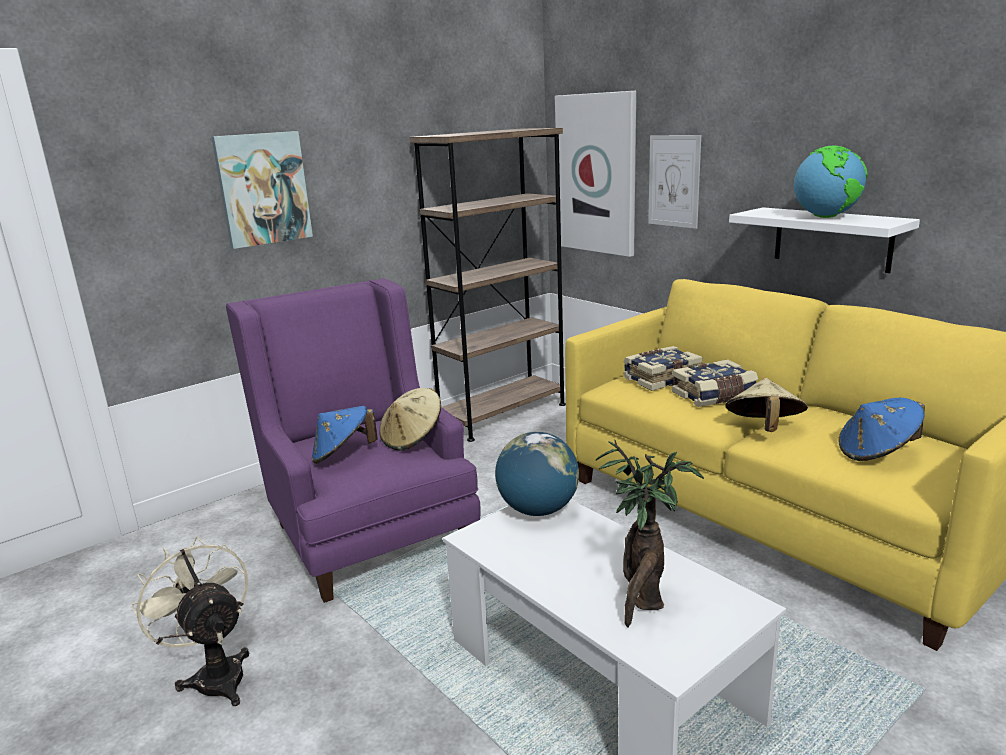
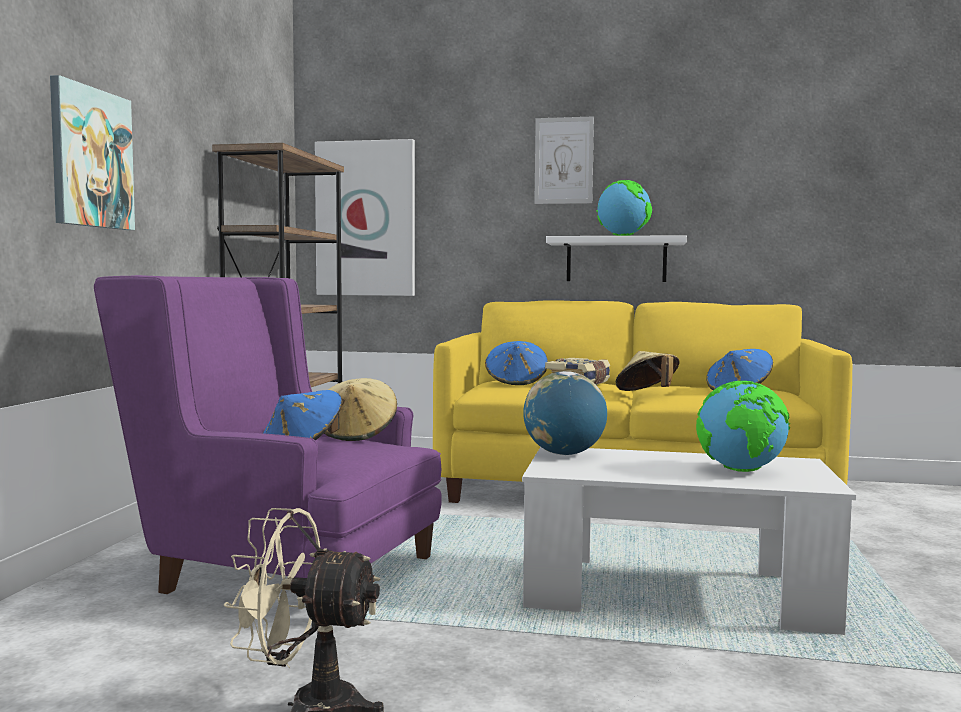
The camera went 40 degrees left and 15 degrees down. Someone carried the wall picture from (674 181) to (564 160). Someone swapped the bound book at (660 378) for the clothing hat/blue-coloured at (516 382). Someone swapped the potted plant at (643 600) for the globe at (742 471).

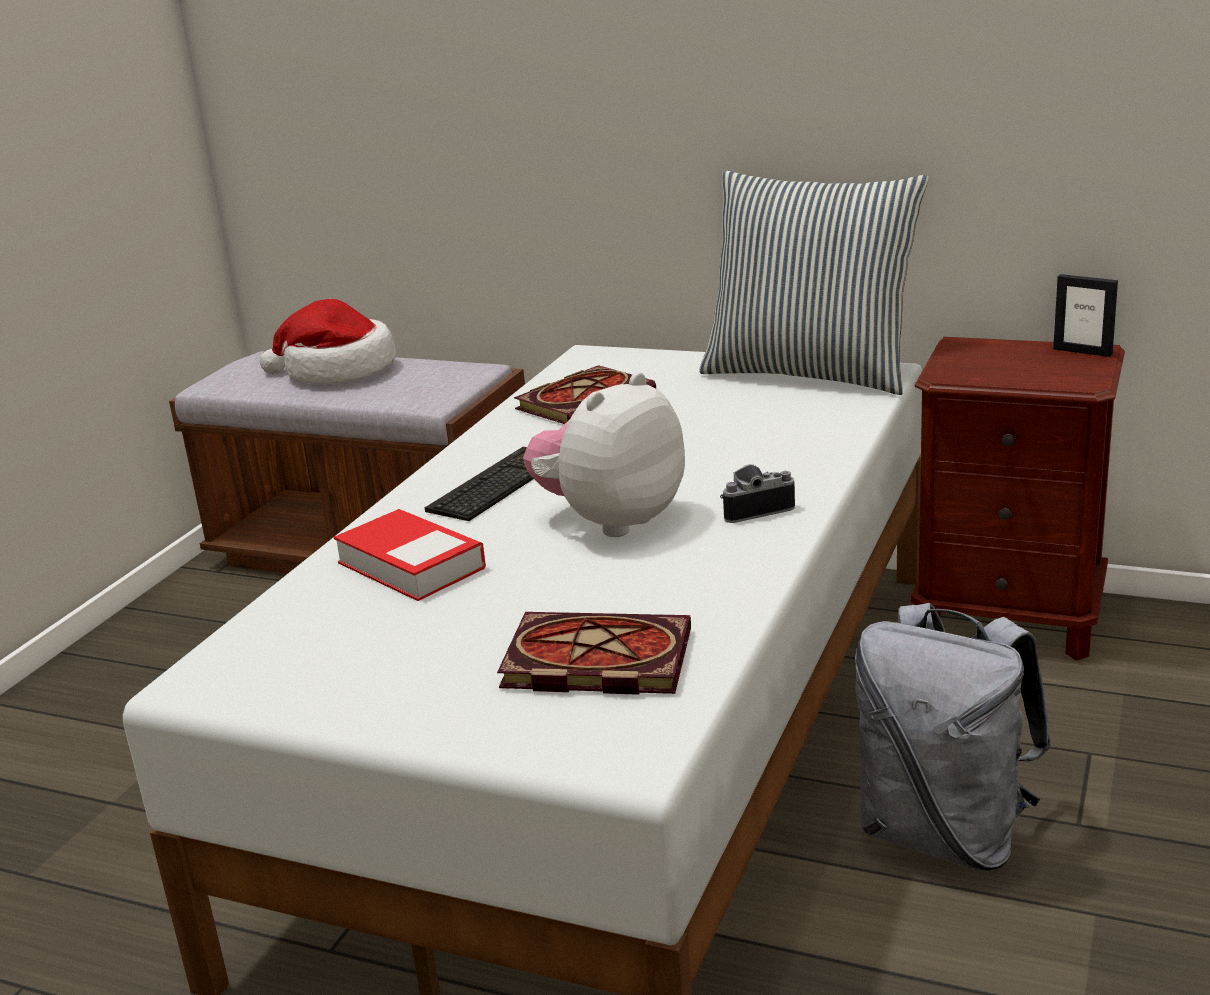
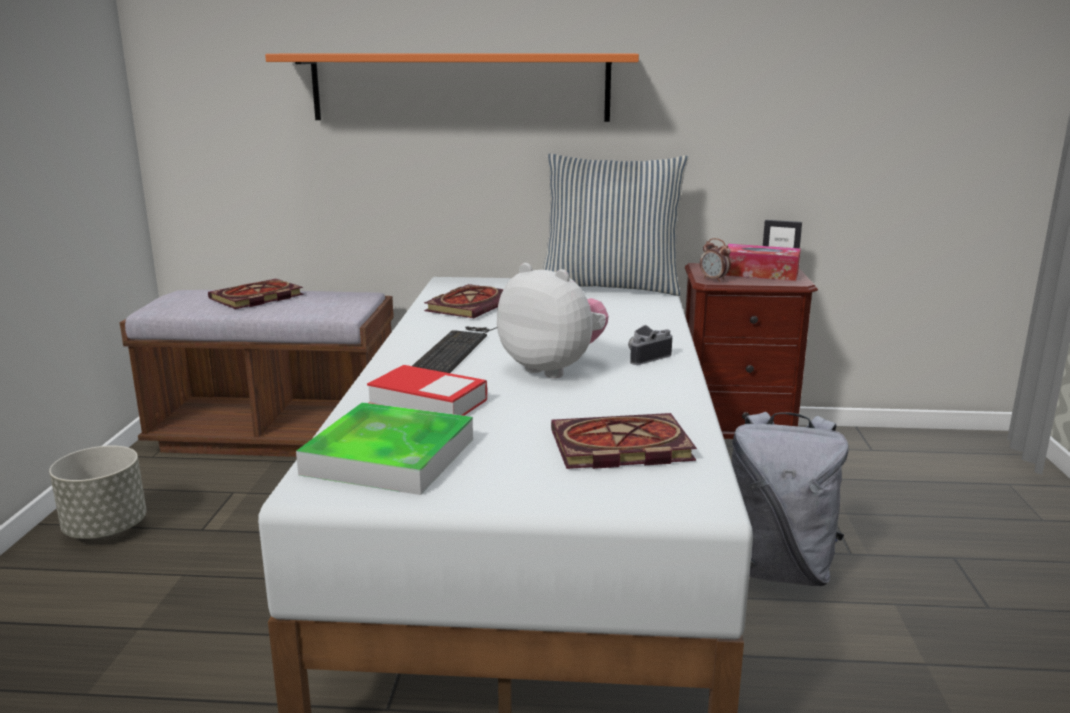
The camera went 20 degrees left and 5 degrees down. Someone swapped the clothing hat at (337 371) for the bound book at (255 298). Someone rotated the soft toy at (611 521) by 105 degrees clockwise. Someone put up the wall shelf/orange at (460 87). Someone put down the alarm clock at (714 280). Someone put down the tissue holder at (760 273). Someone put down the serving tray at (389 456). Someone put down the plant pot/gray at (106 529).

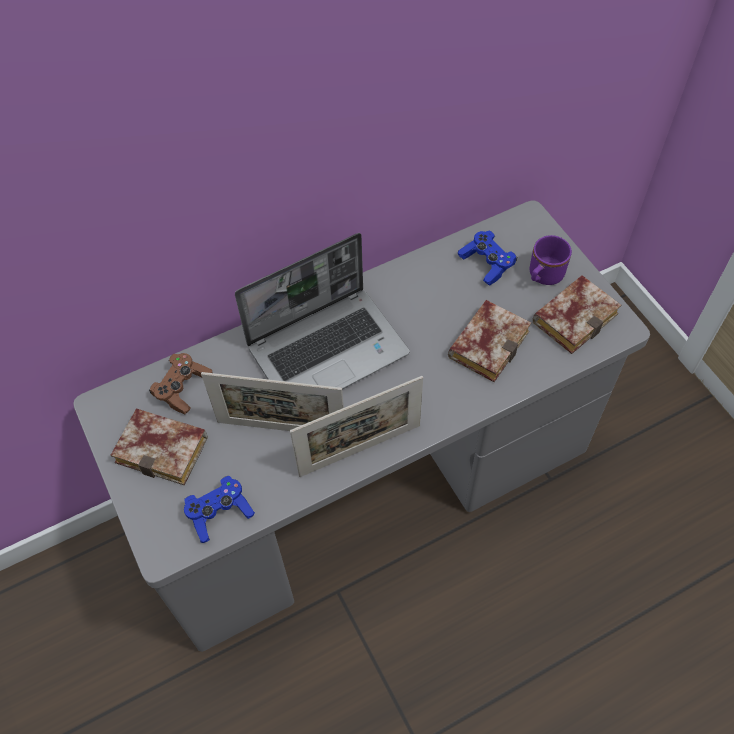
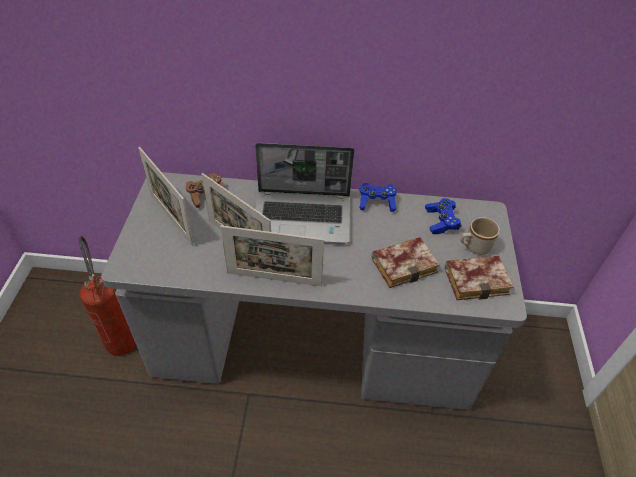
The camera went 30 degrees right and 10 degrees down. Someone repainted the tea mug/purplish at (543 276), which became the tea mug/beige-coloured at (473 247). Someone swapped the bound book at (166 449) for the photo frame at (171 219). Someone carried the game controller/blue-coloured from (219 513) to (376 202). Someone put down the fire extinguisher at (120 337).

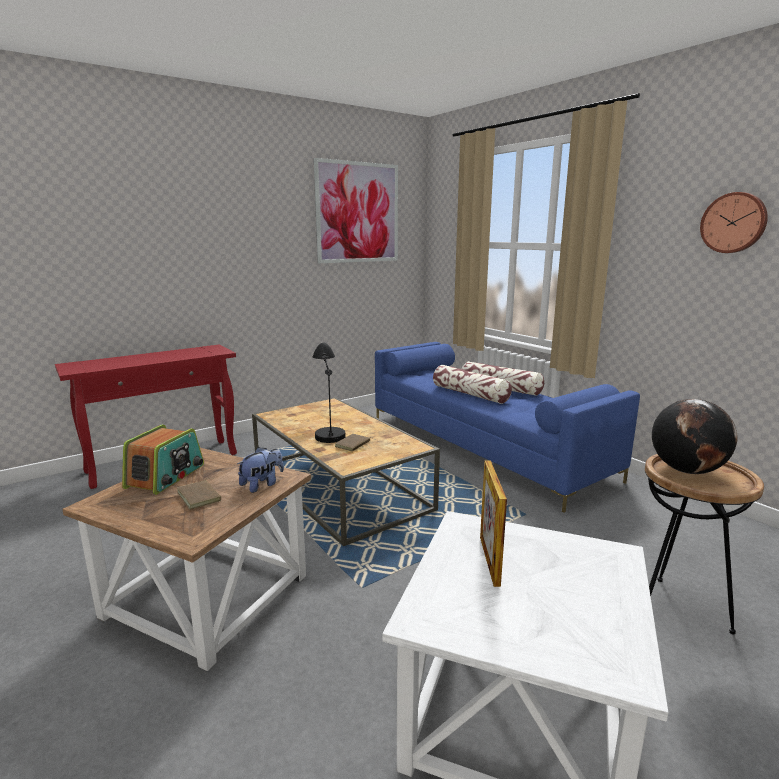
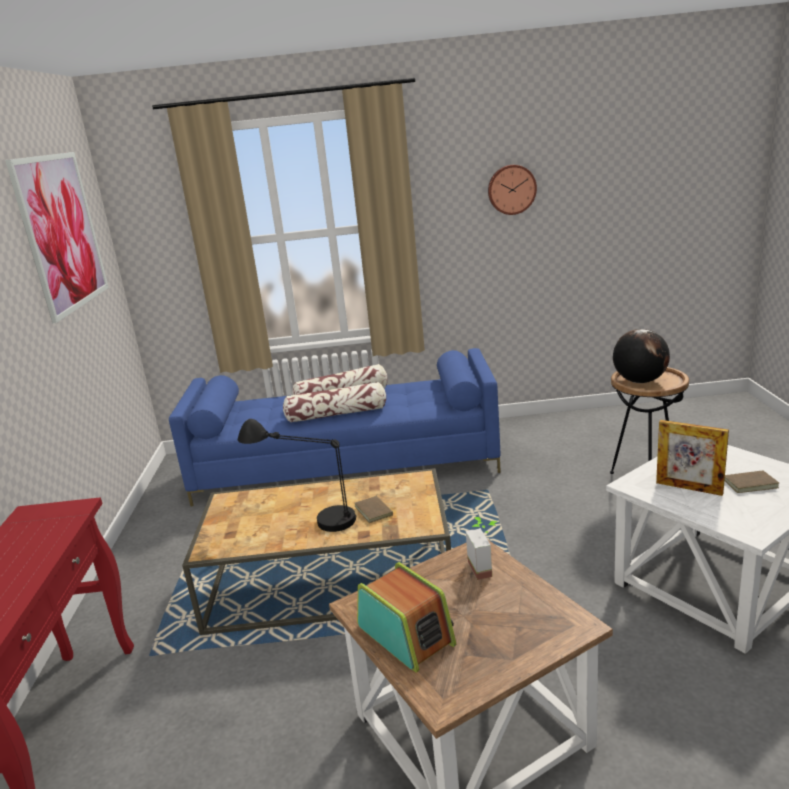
The camera went 55 degrees left and 5 degrees up. Someone swapped the soft toy at (262 484) for the potted plant at (486 567). Someone carried the bound book/brown-coloured from (201 496) to (749 483).

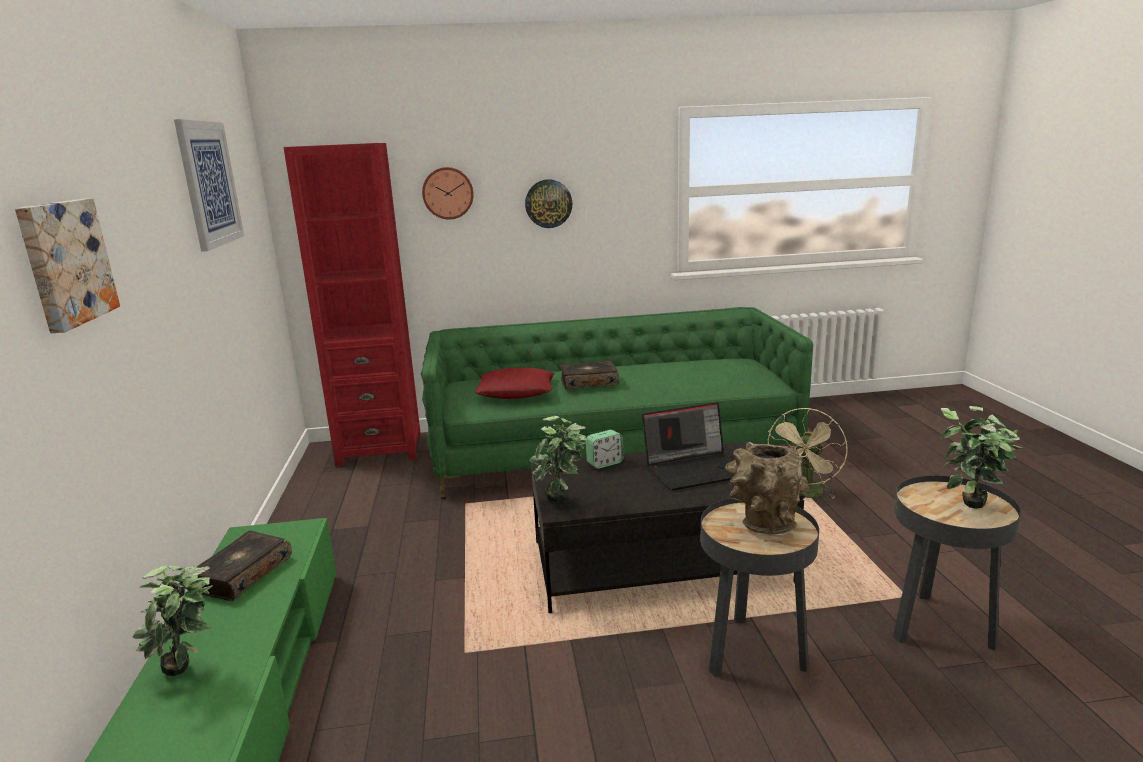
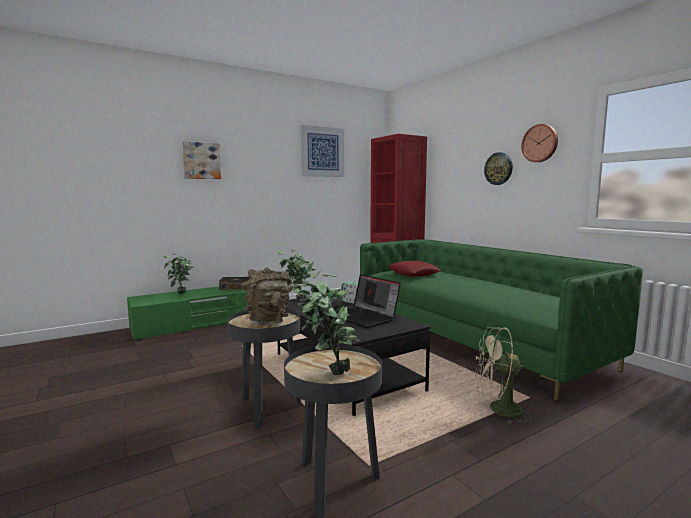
The camera went 65 degrees right and 10 degrees down. Someone carried the clock on the wall from (448 193) to (540 143). Someone took away the bound book at (589 382).

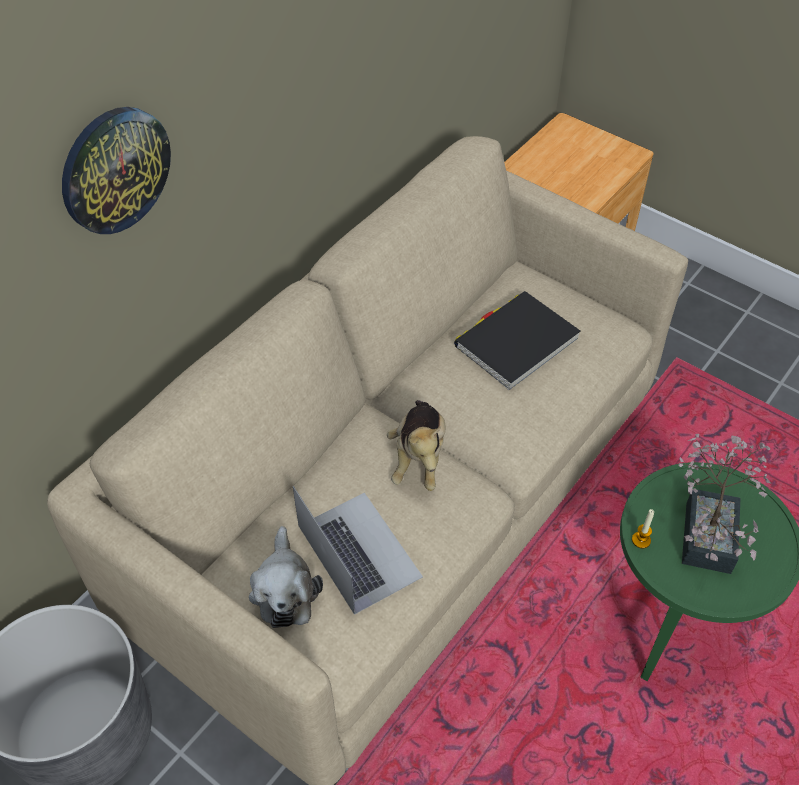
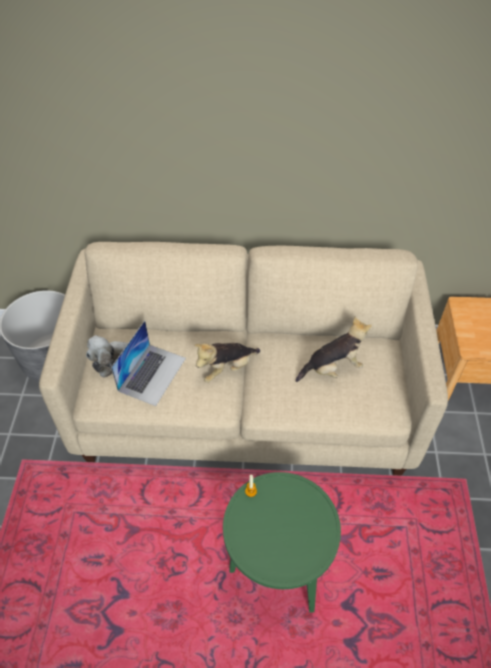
The camera went 55 degrees right and 0 degrees up. Someone took away the clock on the wall at (115 170). Someone swapped the bound book/blackish at (516 343) for the soft toy at (333 368). Someone took away the potted plant at (709 529).

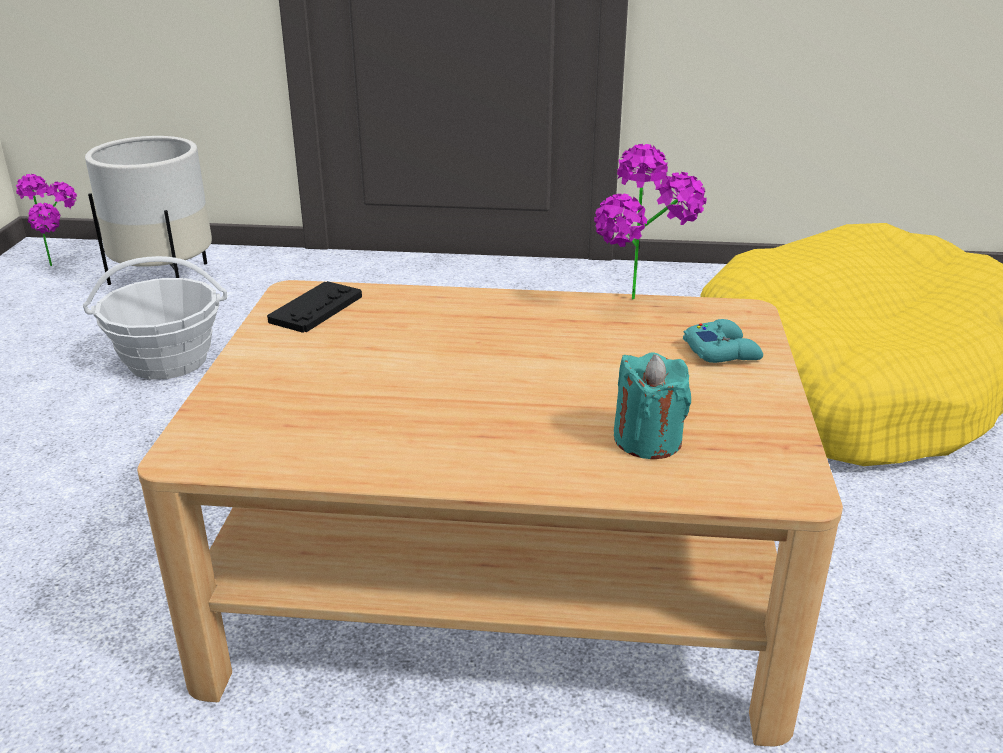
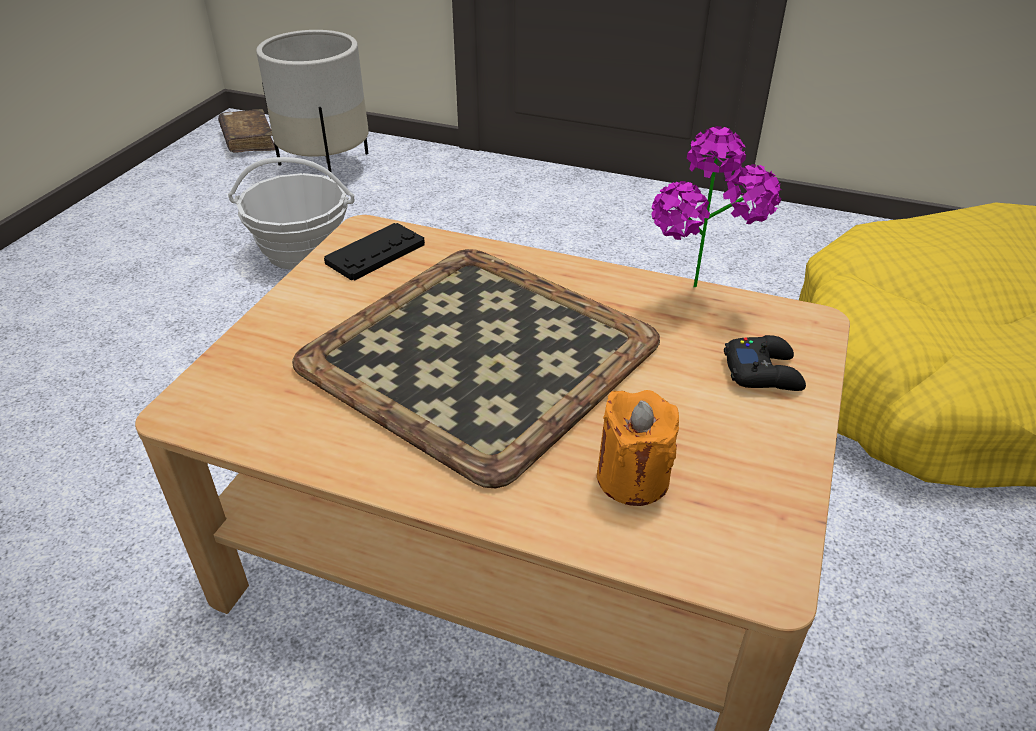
The camera went 15 degrees right and 10 degrees up. Someone swapped the potted plant at (63 265) for the bound book/brown-coloured at (248 141). Someone repainted the game controller/blue-green at (722 351), which became the game controller/blackish at (763 372). Someone repainted the wax light/blue-green at (647 440), which became the wax light/orange at (632 478). Someone put down the serving tray at (475 354).

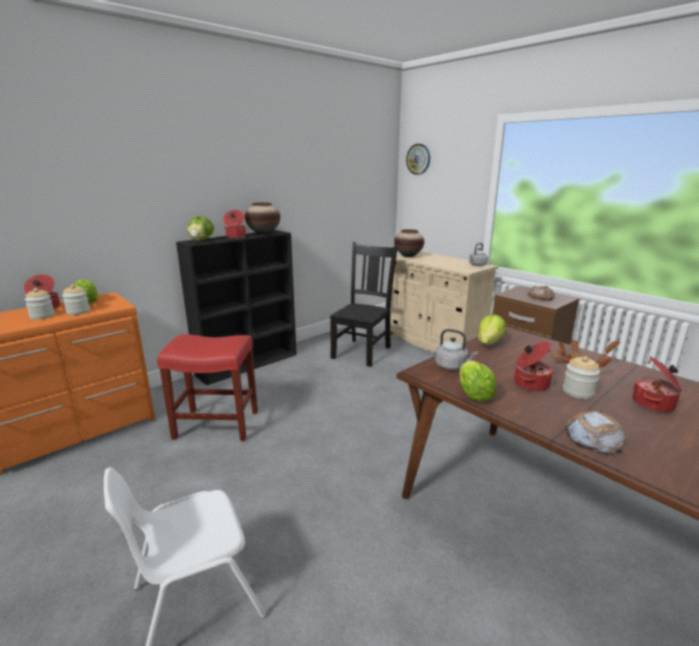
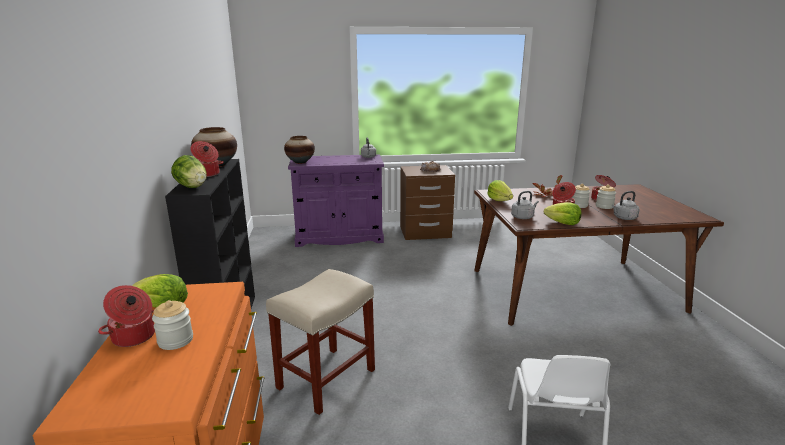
The camera went 55 degrees left and 0 degrees up. Someone took away the clock on the wall at (418 159). Someone took away the plain chair/blackish at (362 351). Someone repainted the cabinet/beige-coloured at (435 343), which became the cabinet/purplish at (339 237). Someone carried the storage jar from (78 312) to (604 206). Someone repainted the stool/red at (215 425), which became the stool/beige-coloured at (325 379). Someone swapped the bakery bread at (593 437) for the kettle/gray at (623 218).

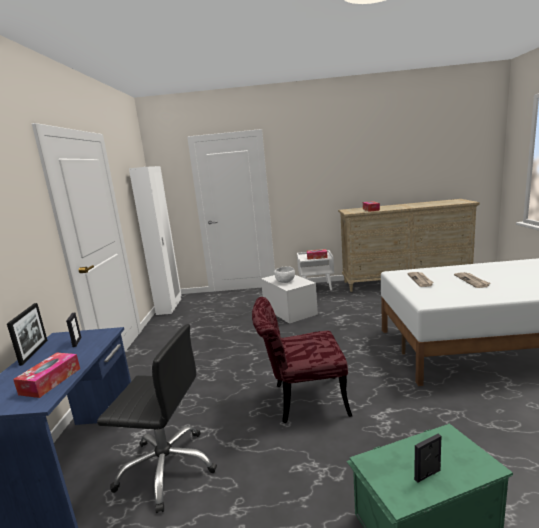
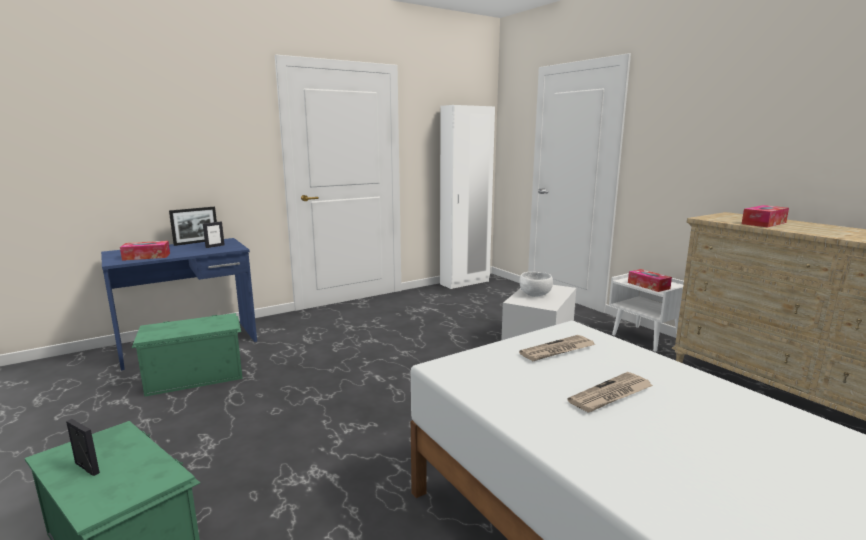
The camera went 55 degrees right and 0 degrees up. Someone took away the plain chair/red at (301 400). Someone swapped the computer chair/blackish at (167 467) for the storage bin/green-coloured at (194 375).

